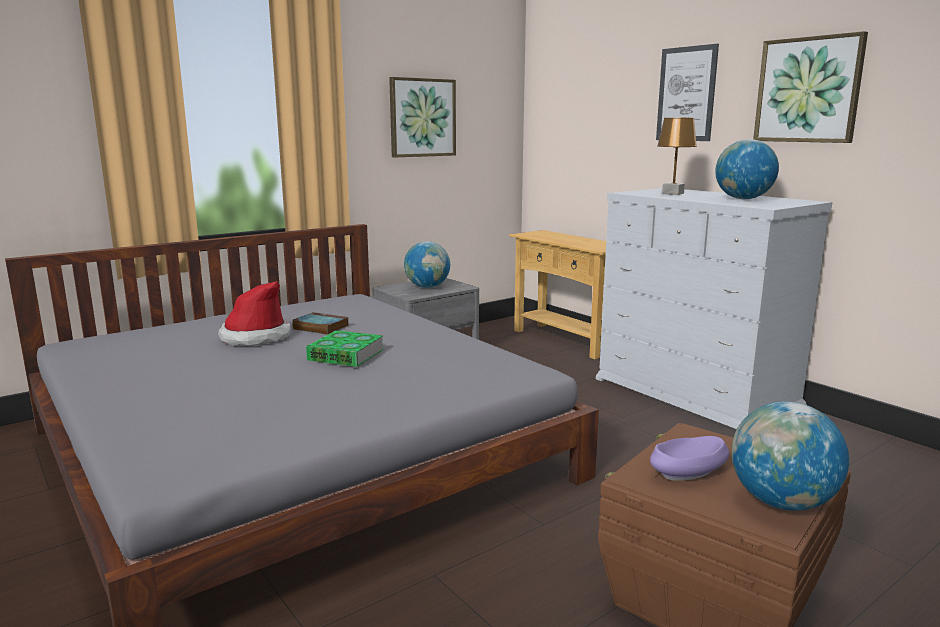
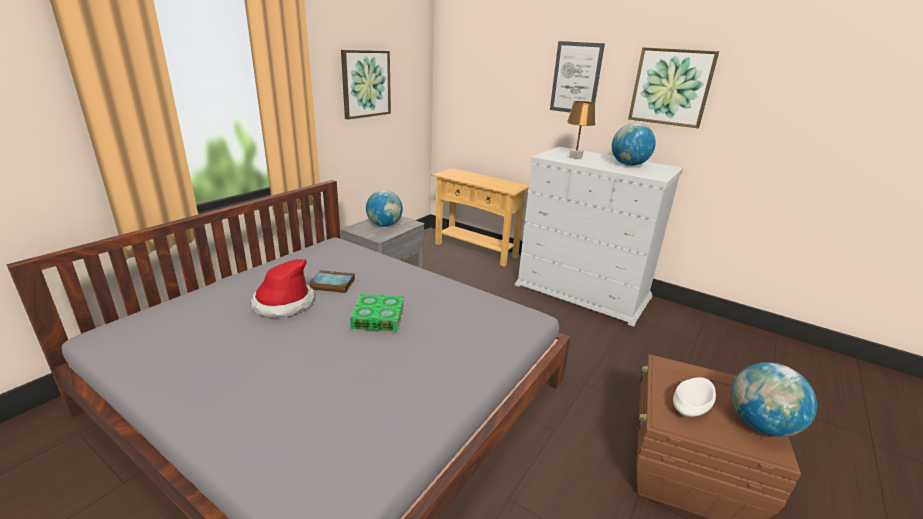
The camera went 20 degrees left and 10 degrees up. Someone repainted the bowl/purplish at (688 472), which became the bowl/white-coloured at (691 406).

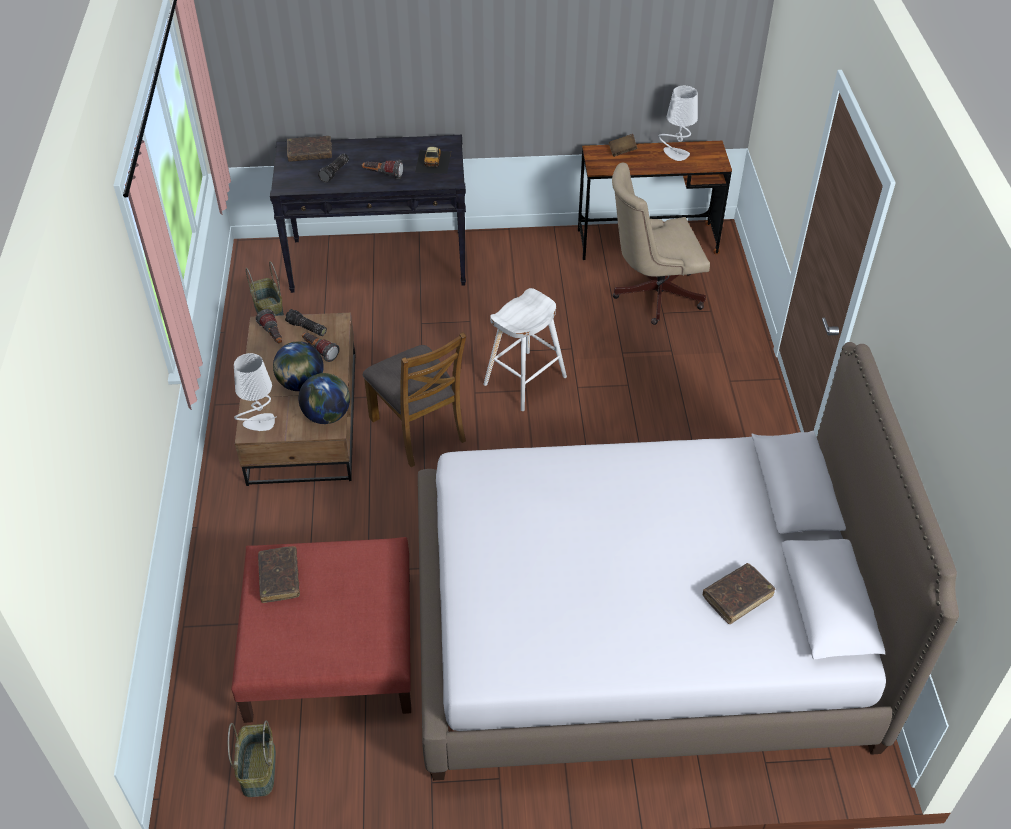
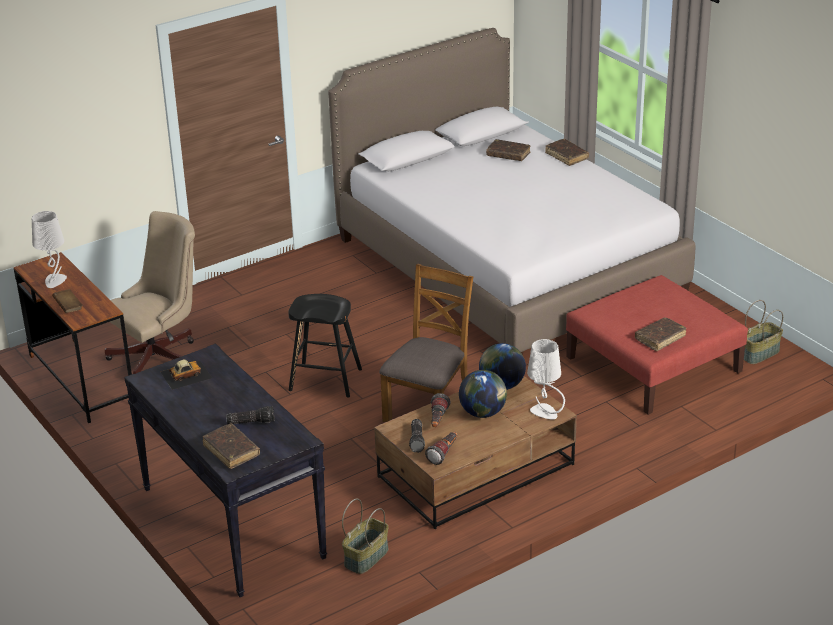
The camera went 120 degrees left and 15 degrees down. Someone took away the hand torch at (383 175). Someone rotated the computer chair/beige-coloured at (651 294) by 90 degrees counterclockwise. Someone repainted the stool/white-coloured at (525 380), which became the stool/blackish at (325 380). Someone put down the bound book/brown-coloured at (566 156).

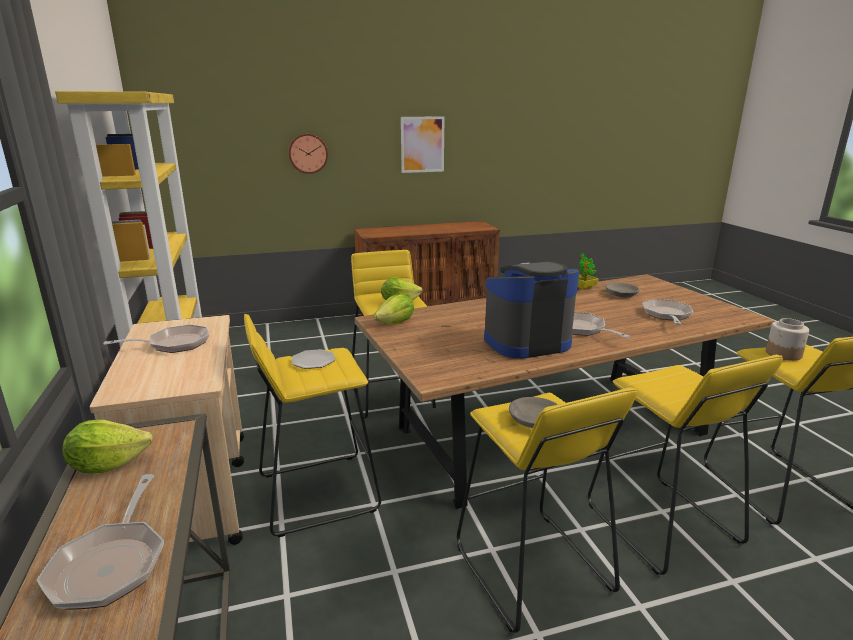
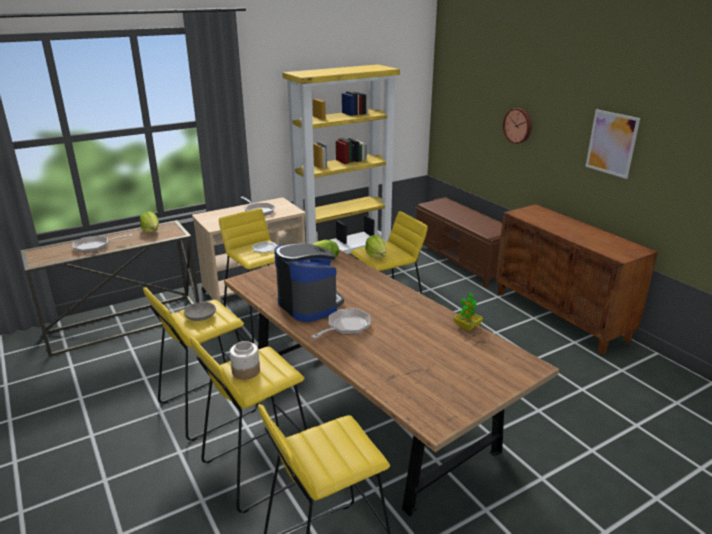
The camera went 75 degrees right and 5 degrees up. Someone took away the bowl/gray at (621 295). Someone took away the frying pan at (667 315). Someone carried the storage jar from (784 354) to (245 371). Someone put down the long seat/brown-coloured at (462 261).

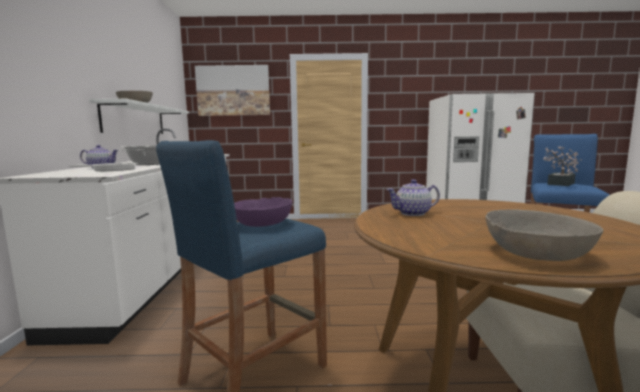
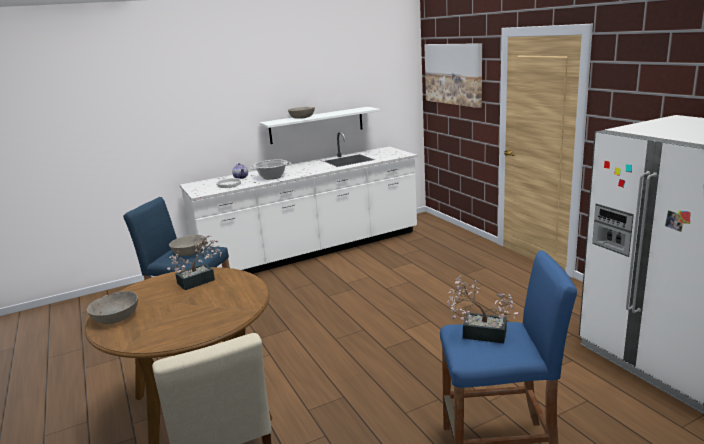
The camera went 65 degrees right and 10 degrees up. Someone swapped the teapot at (413 213) for the potted plant at (200 280). Someone repainted the bowl/purplish at (262 223), which became the bowl/gray at (190 252).

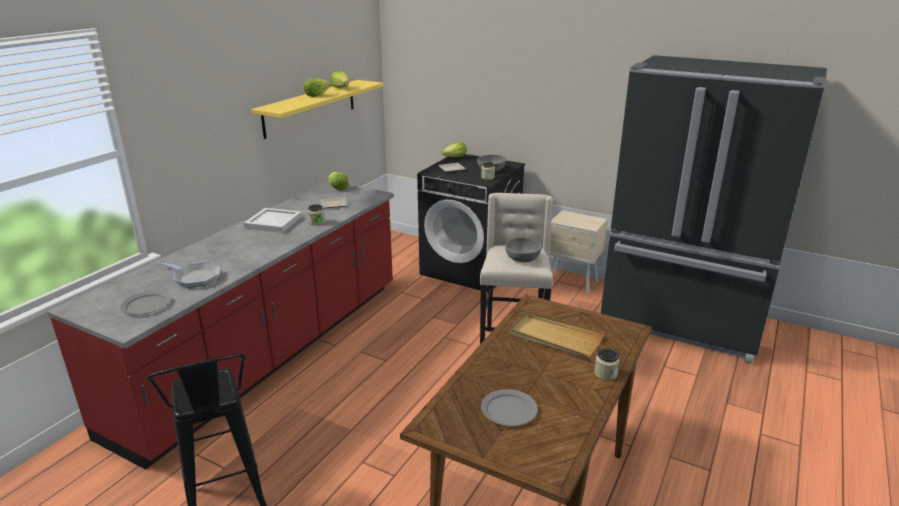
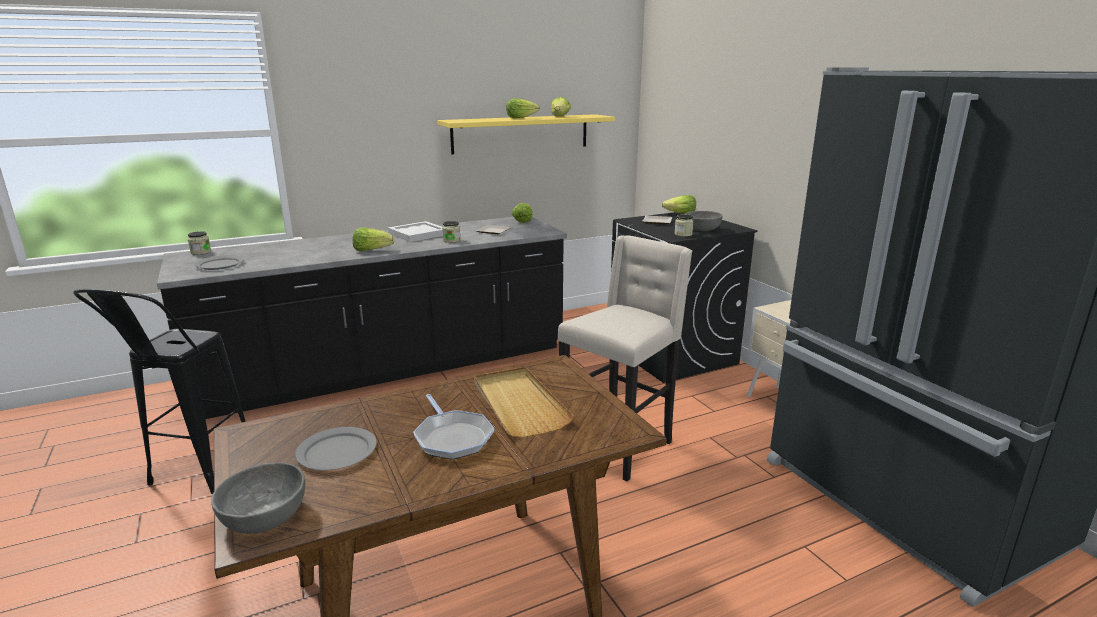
The camera went 35 degrees right and 5 degrees down. Someone repainted the kitchen base unit/red at (270 353), which became the kitchen base unit/blackish at (389 369). Someone carried the bowl/gray from (522 258) to (264 516). Someone carried the frying pan from (195 278) to (452 438). Someone carried the storage jar from (605 374) to (201 252). Someone put down the head of lettuce at (371 250).

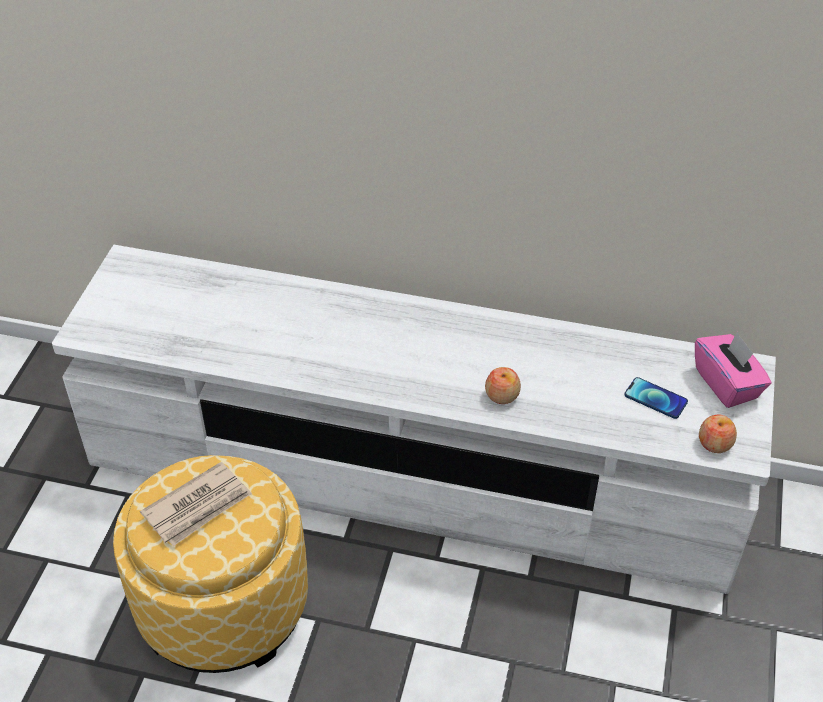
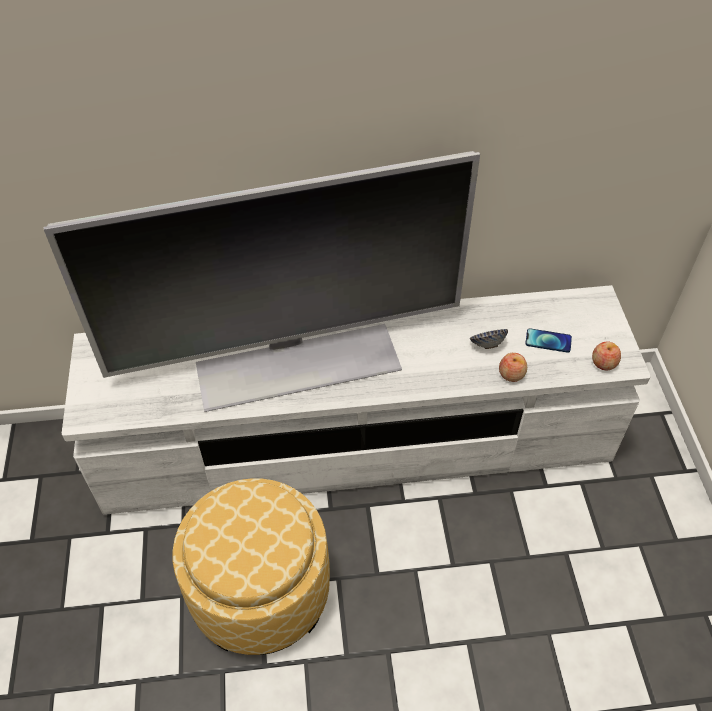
The camera went 20 degrees left and 5 degrees up. Someone took away the tissue holder/pinkish at (727 384). Someone carried the apple fruit from (502 395) to (511 374). Someone took away the daily paper at (198 507). Someone put down the TV set at (296 363). Someone put down the bowl at (487 344).

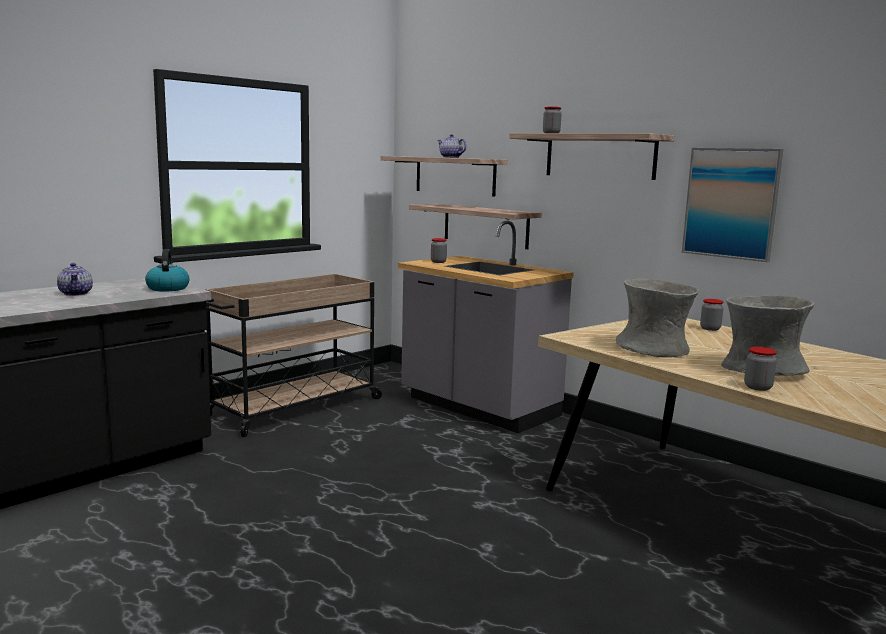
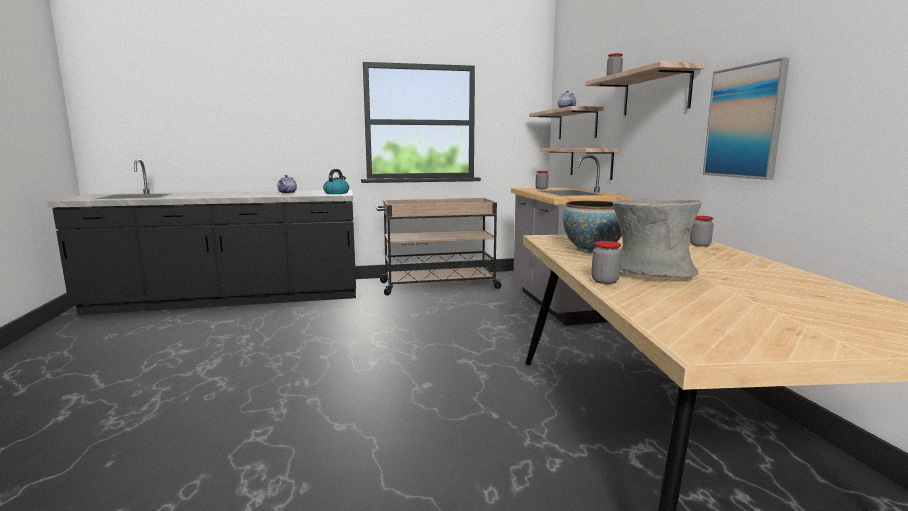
The camera went 35 degrees right and 0 degrees up. Someone swapped the decorative vase/gray at (654 349) for the bowl at (592 250).

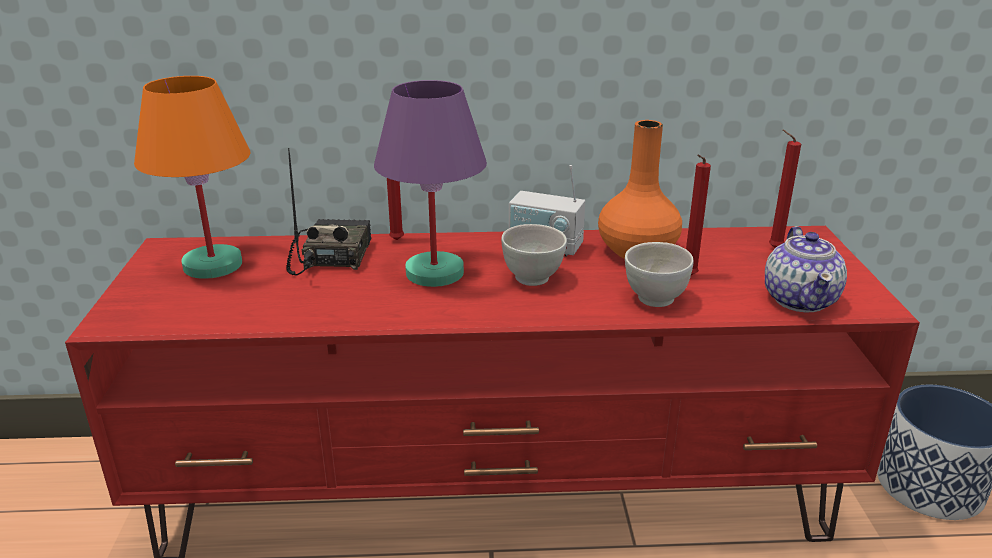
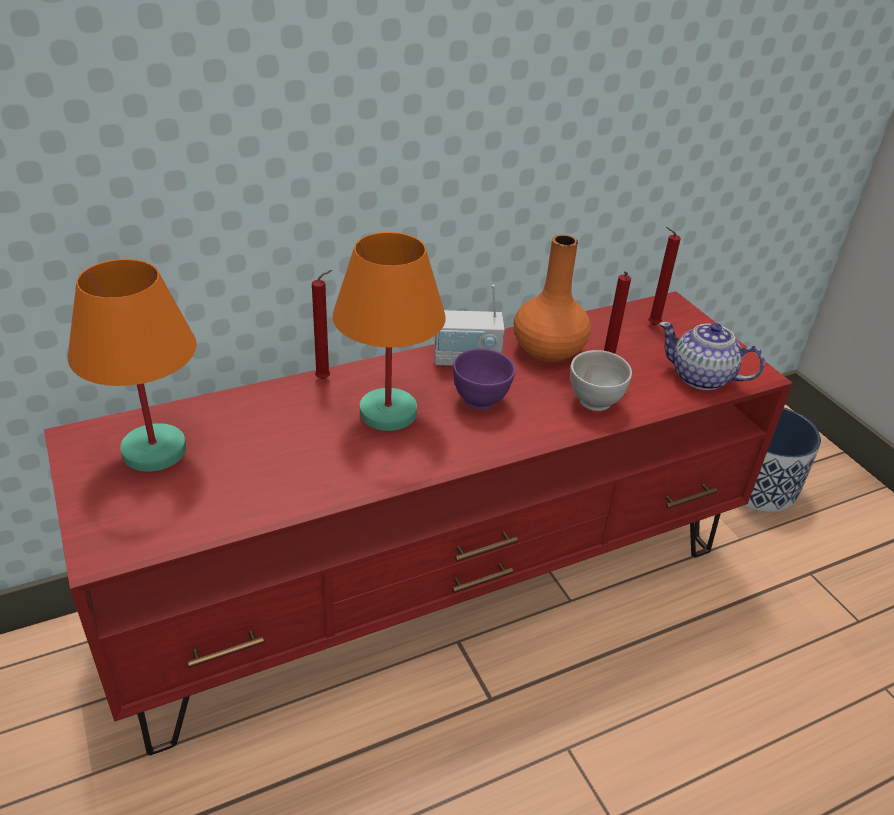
The camera went 25 degrees left and 10 degrees up. Someone repainted the tabletop lamp/purplish at (434 272), which became the tabletop lamp/orange at (387 412). Someone took away the radio receiver at (330 256). Someone repainted the bowl/white-coloured at (533 279), which became the bowl/purplish at (481 401). Someone rotated the teapot at (800 299) by 135 degrees clockwise.

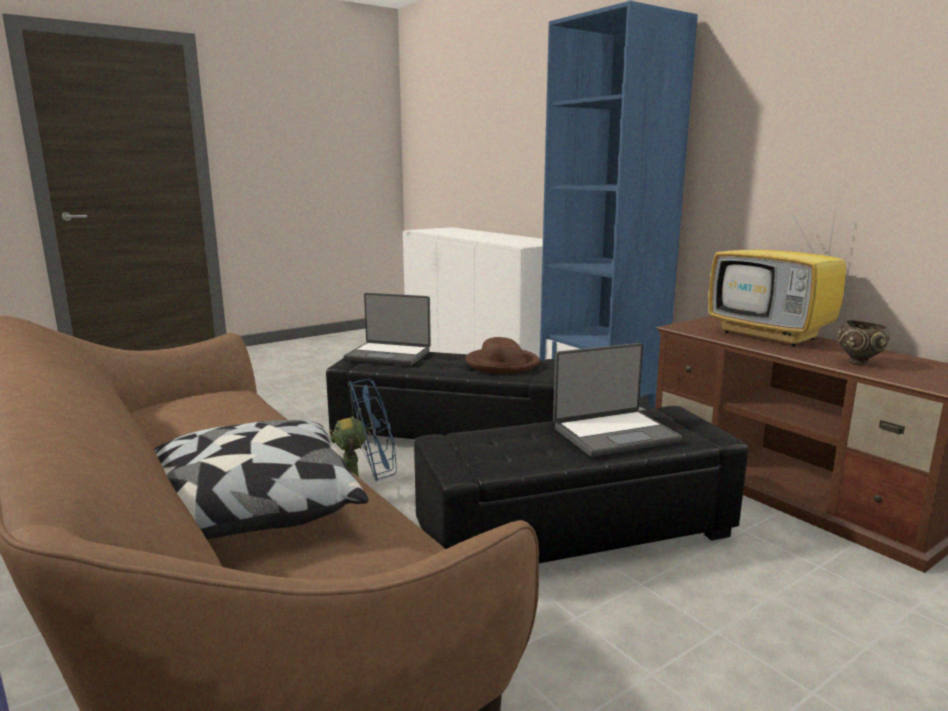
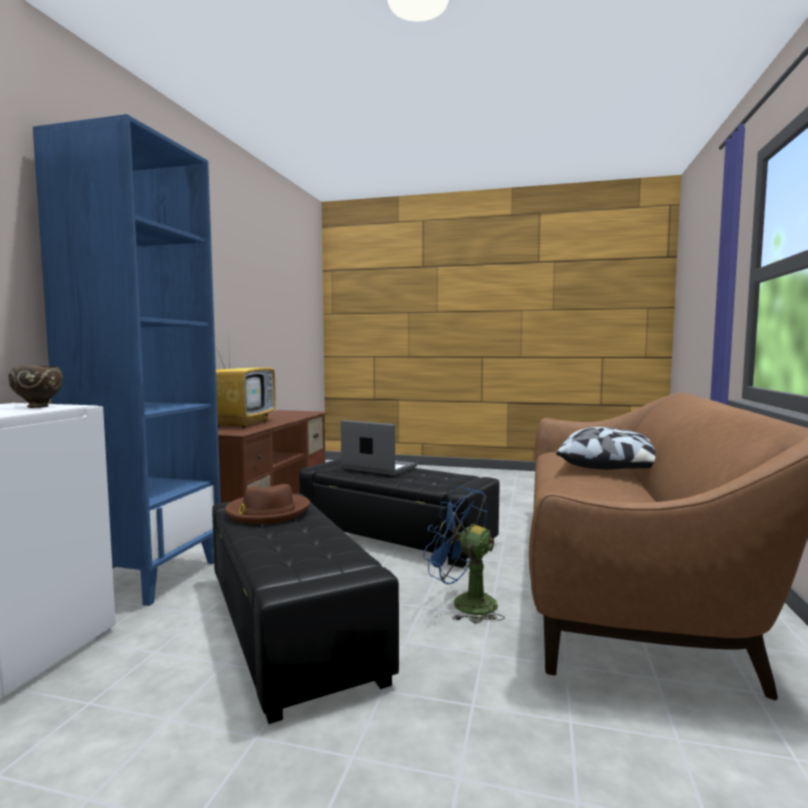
The camera went 130 degrees left and 10 degrees down. Someone took away the notebook computer at (389 355). Someone carried the bowl/brown-coloured from (859 363) to (38 406).

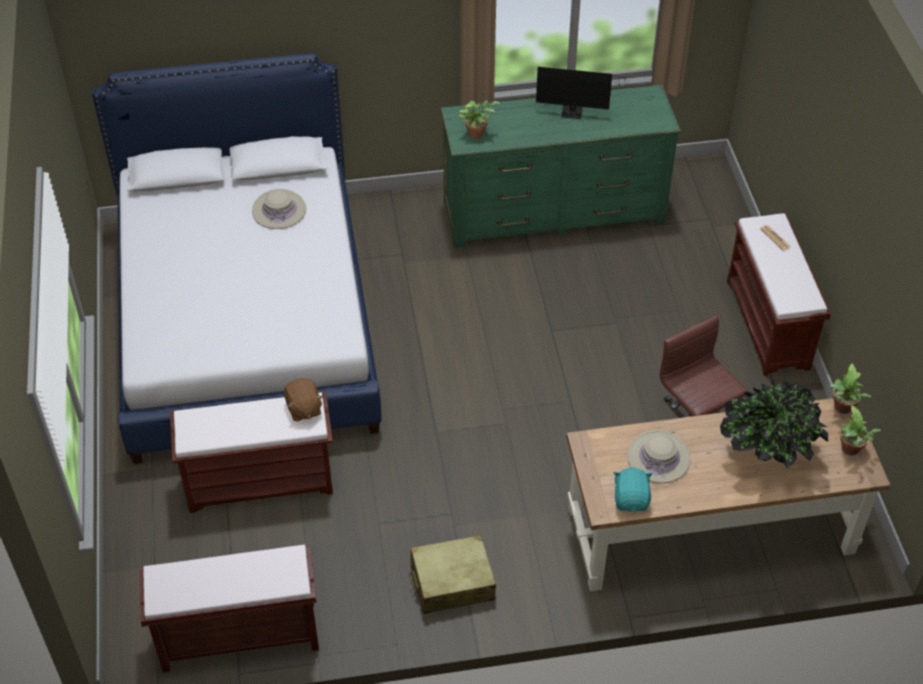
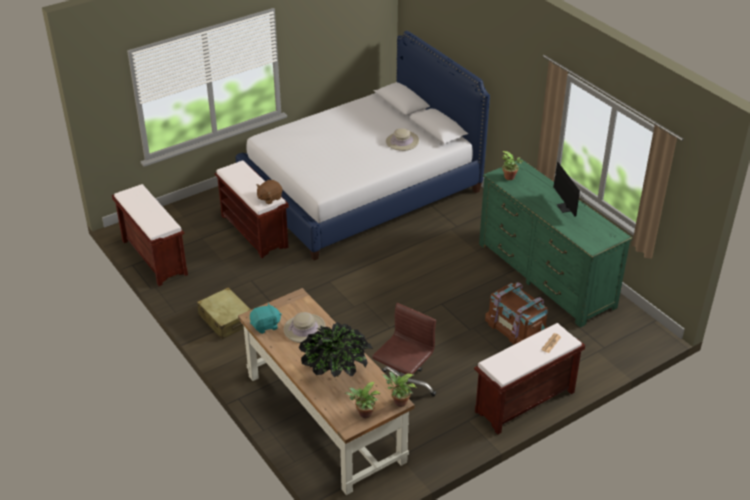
The camera went 65 degrees right and 10 degrees down. Someone put down the storage bin/brown-coloured at (516 325).

